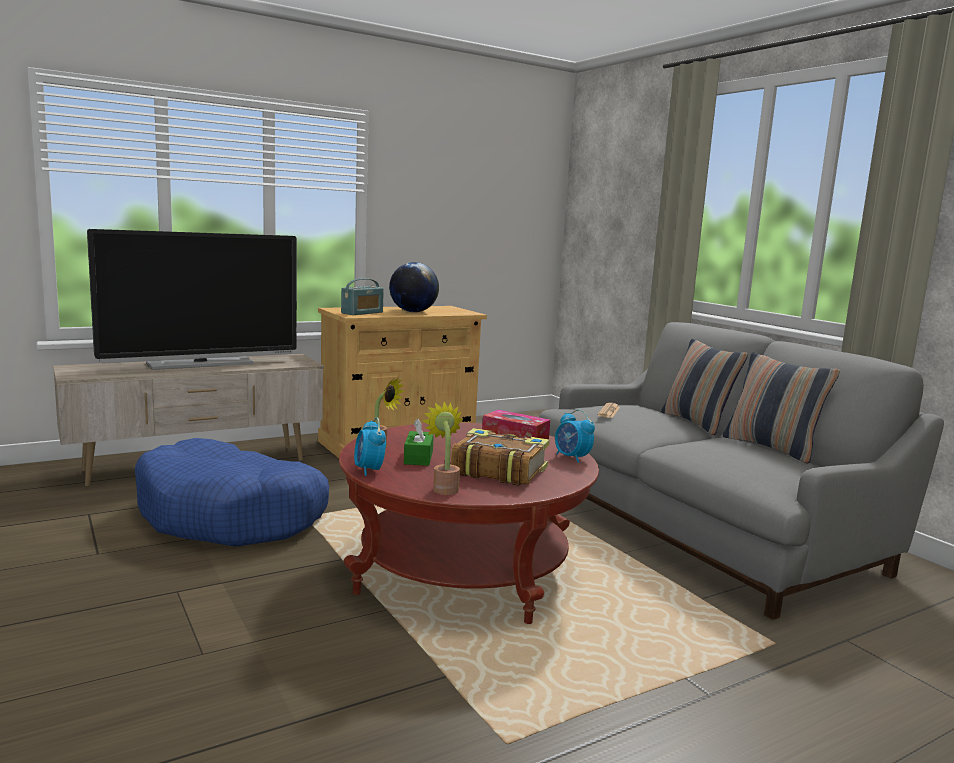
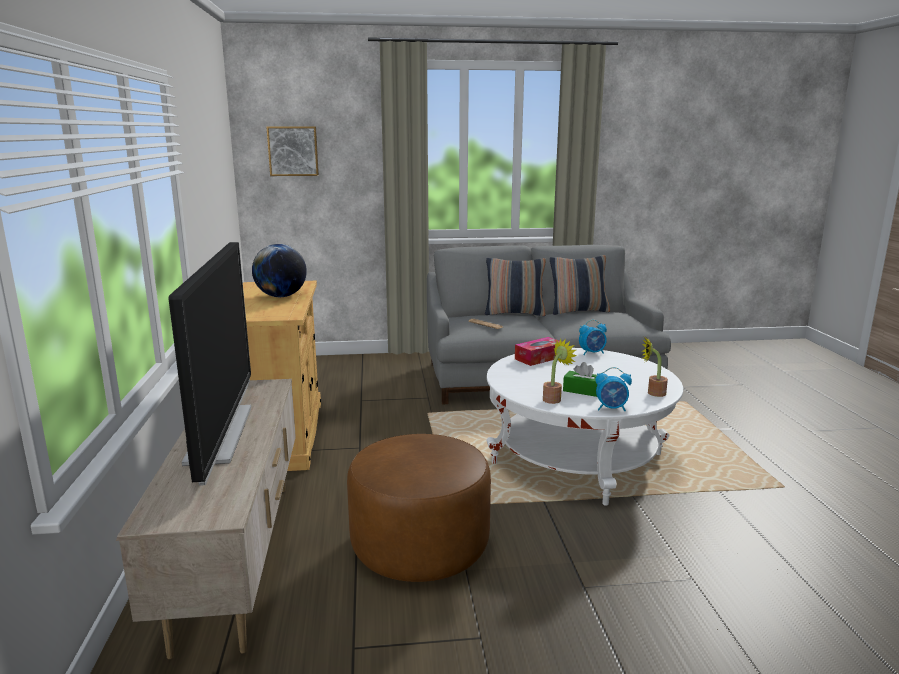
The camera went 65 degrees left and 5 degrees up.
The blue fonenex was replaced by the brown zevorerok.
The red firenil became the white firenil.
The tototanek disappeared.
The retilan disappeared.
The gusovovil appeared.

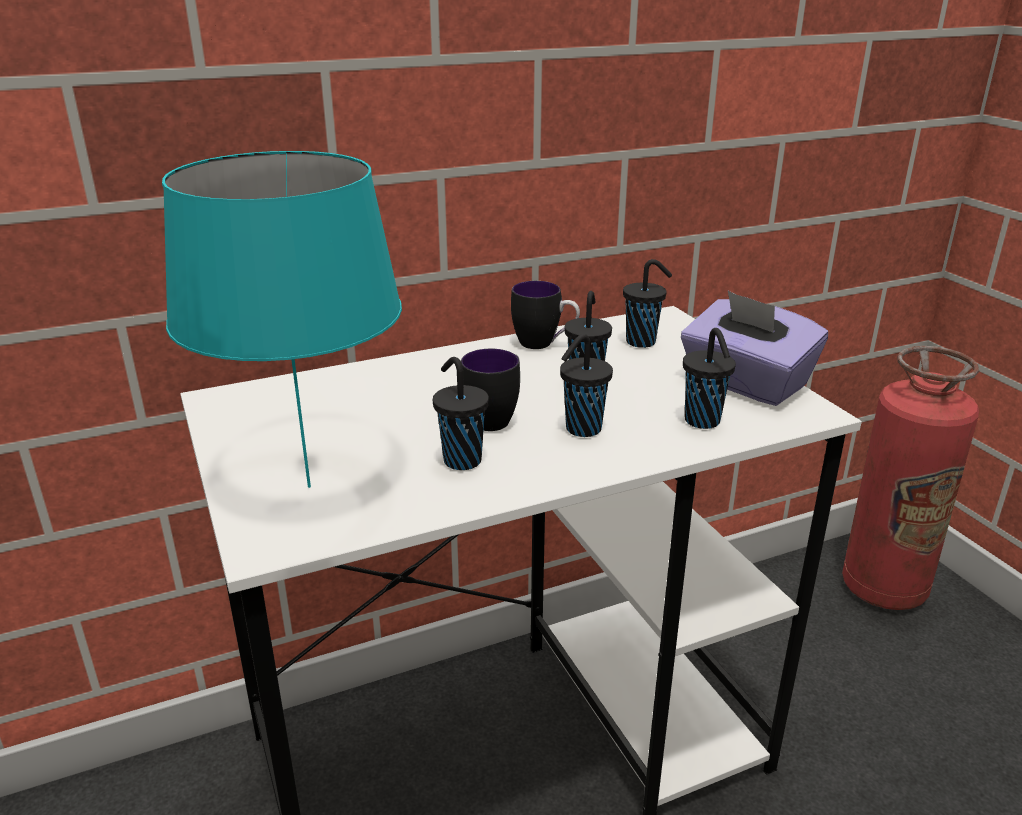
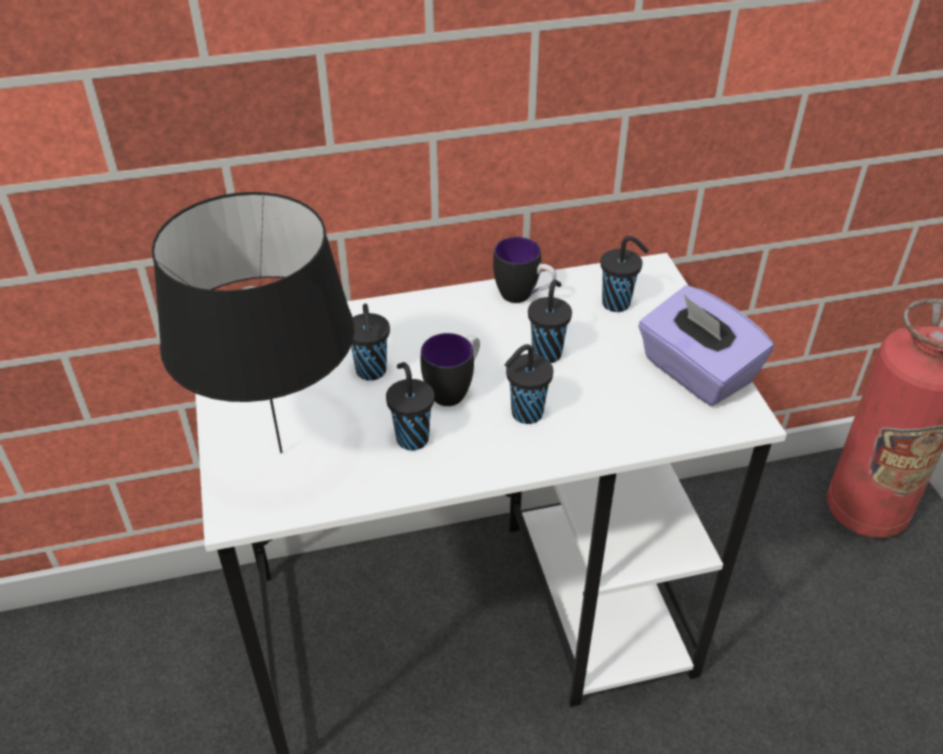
The camera went 10 degrees right and 15 degrees up.
The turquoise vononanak became the black vononanak.
The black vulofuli (5th from left in the first image) moved.

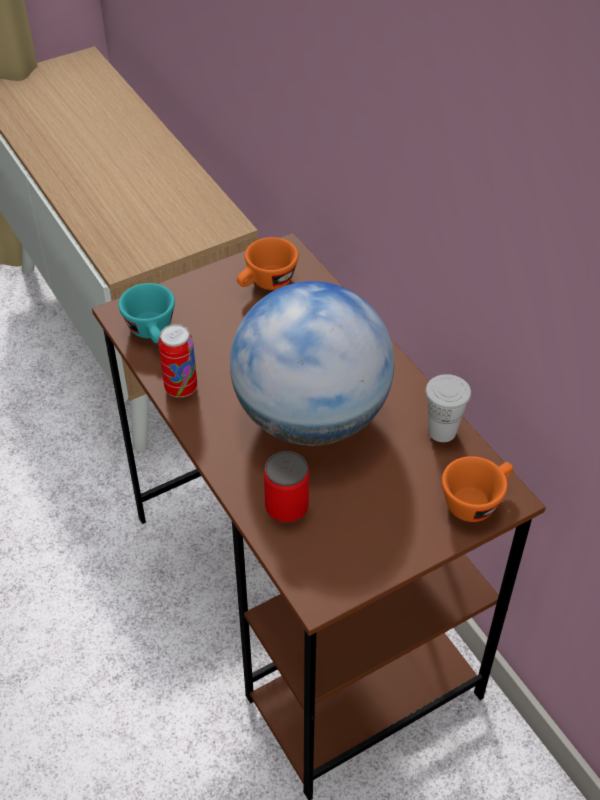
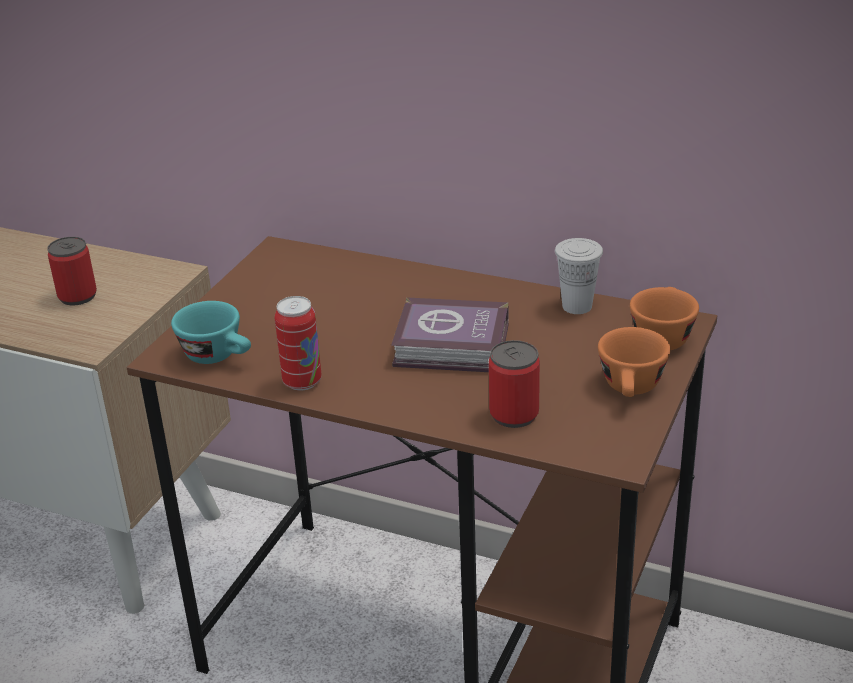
The camera went 35 degrees left and 15 degrees down.
The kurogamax was replaced by the retilan.
The orange vulofuli (1st from left) moved.
The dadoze (1st from left) appeared.

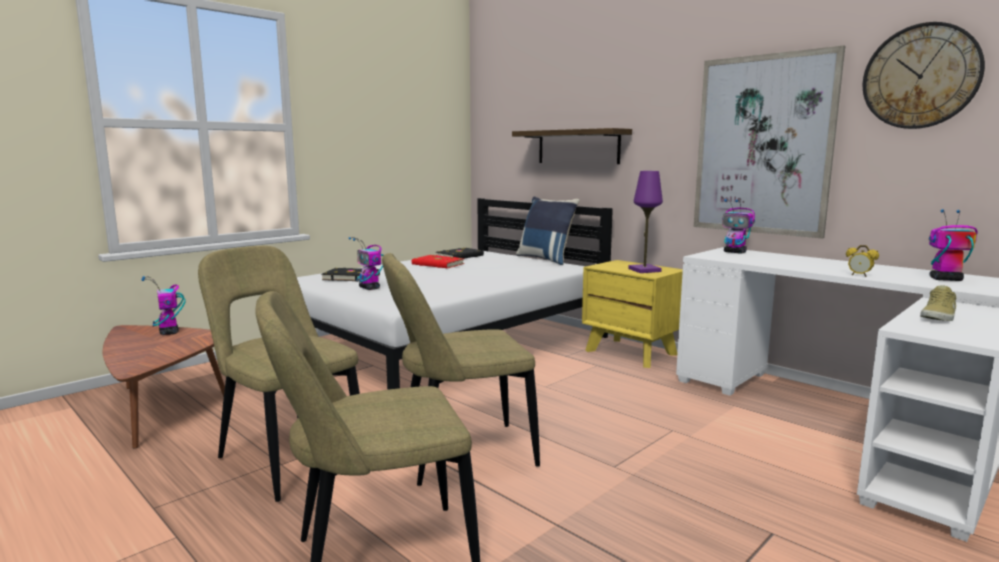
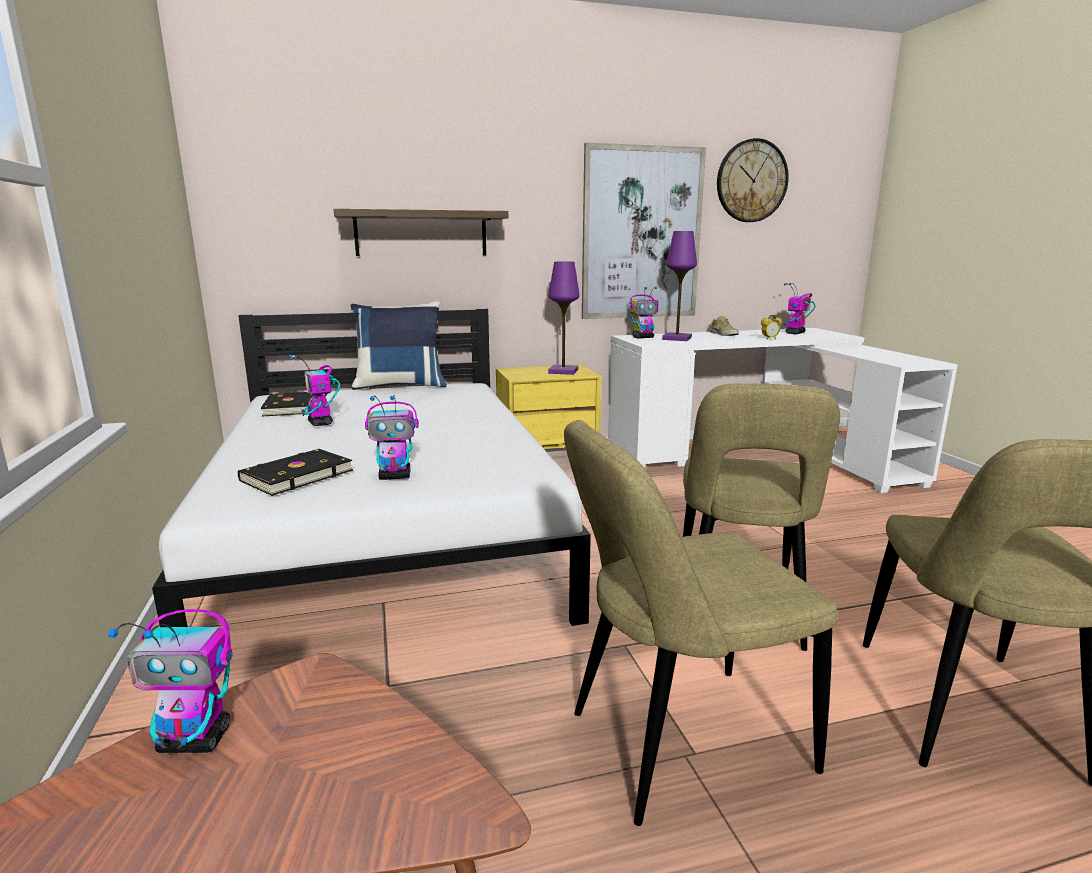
The camera went 60 degrees left and 5 degrees up.
The red retilan was replaced by the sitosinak (2nd from left).
The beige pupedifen moved.
The purple vononanak (2nd from left) appeared.

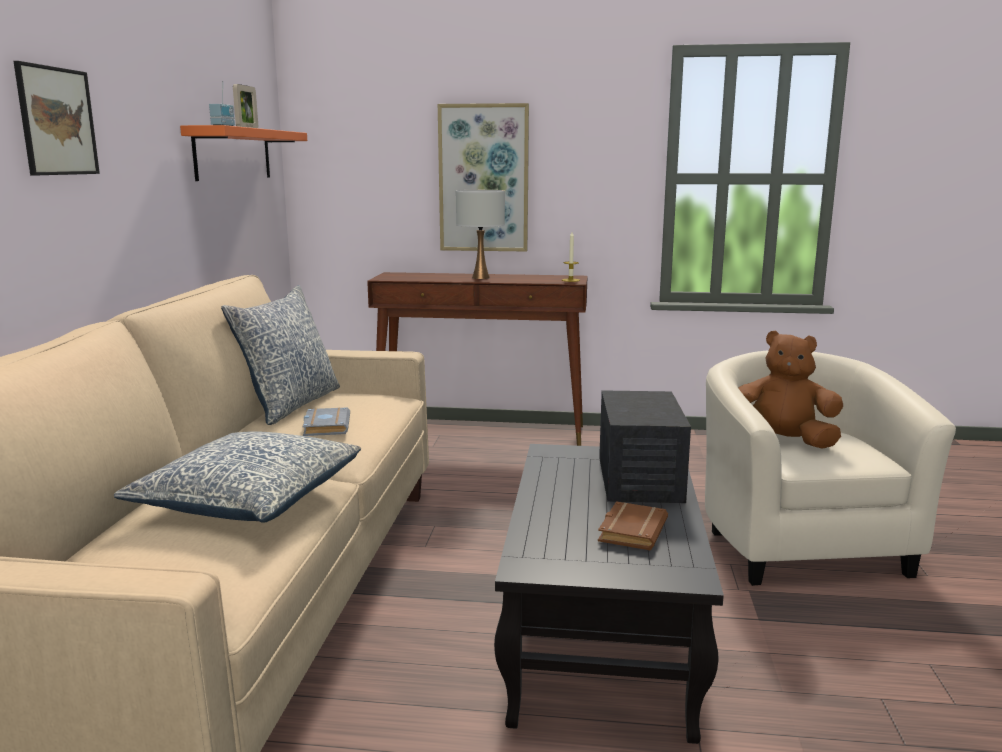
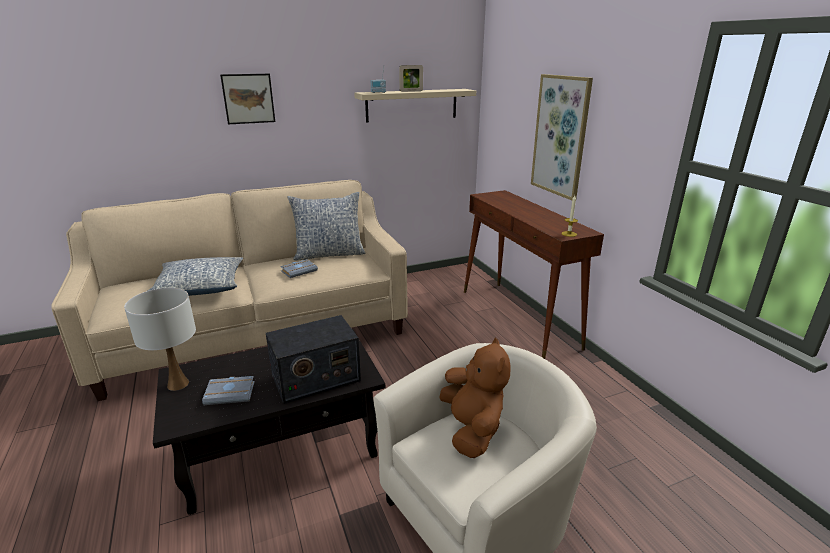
The camera went 60 degrees right and 10 degrees up.
The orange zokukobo became the beige zokukobo.
The white vononanak moved.
The brown retilan became the grey retilan (1st from left).

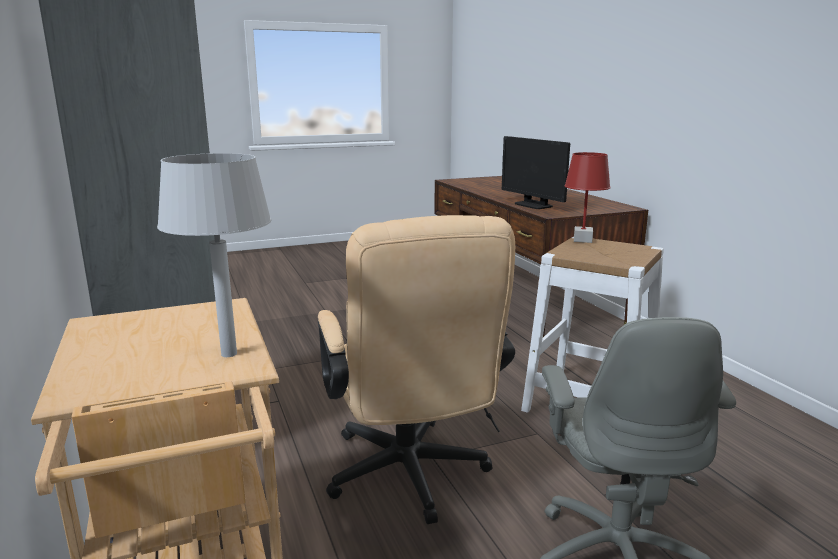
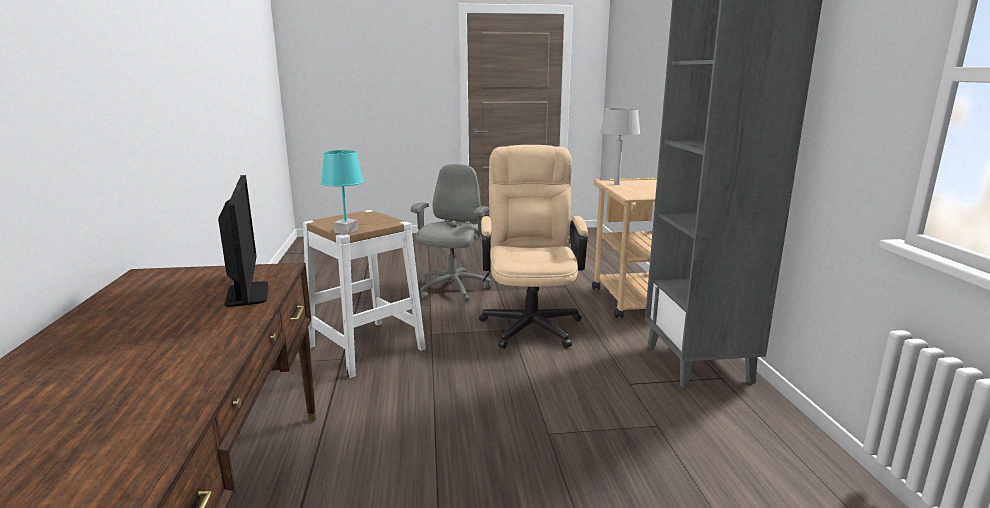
The camera went 165 degrees left and 0 degrees up.
The red vononanak became the turquoise vononanak.

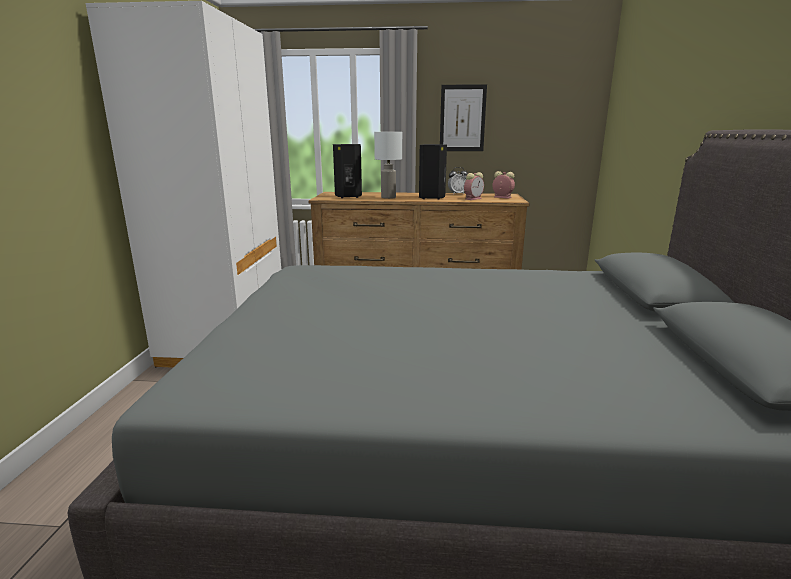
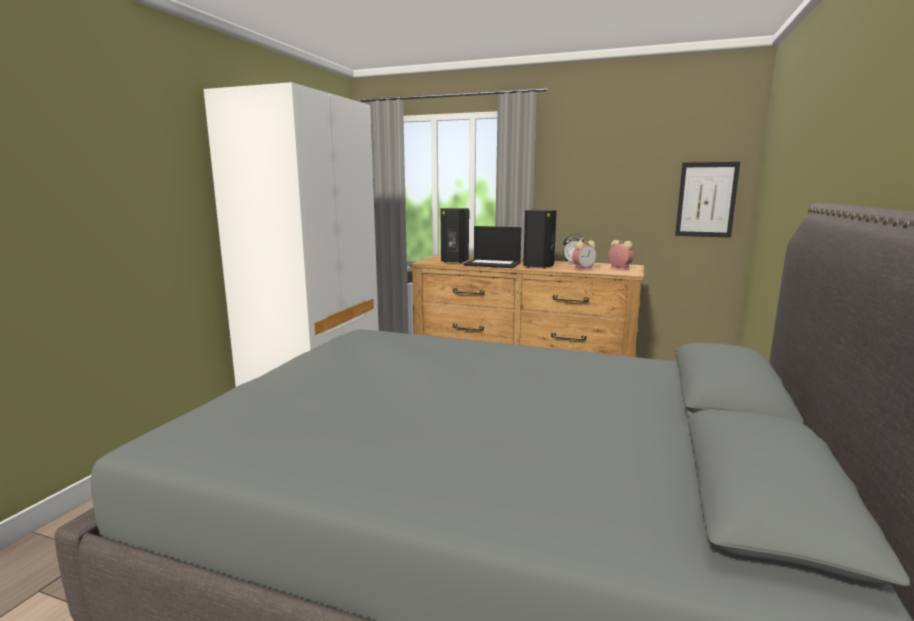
The camera went 15 degrees right and 5 degrees down.
The white vononanak was replaced by the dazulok.
The gusovovil moved.

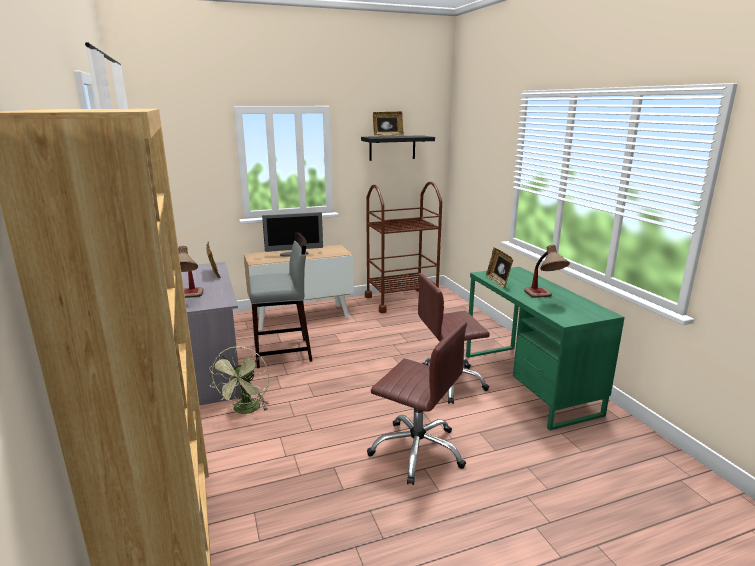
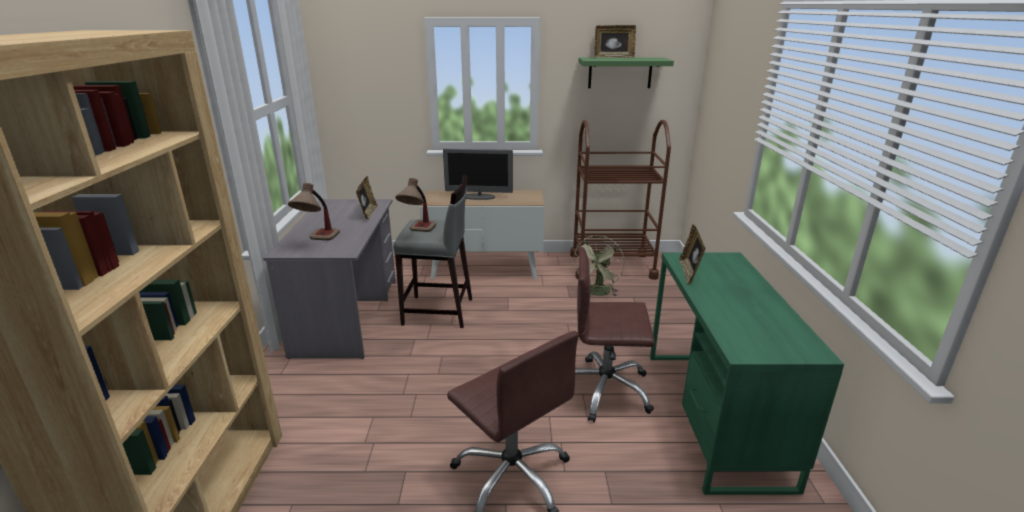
The camera went 20 degrees right and 5 degrees up.
The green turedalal moved.
The black zokukobo became the green zokukobo.
The vononanak (2nd from left) moved.

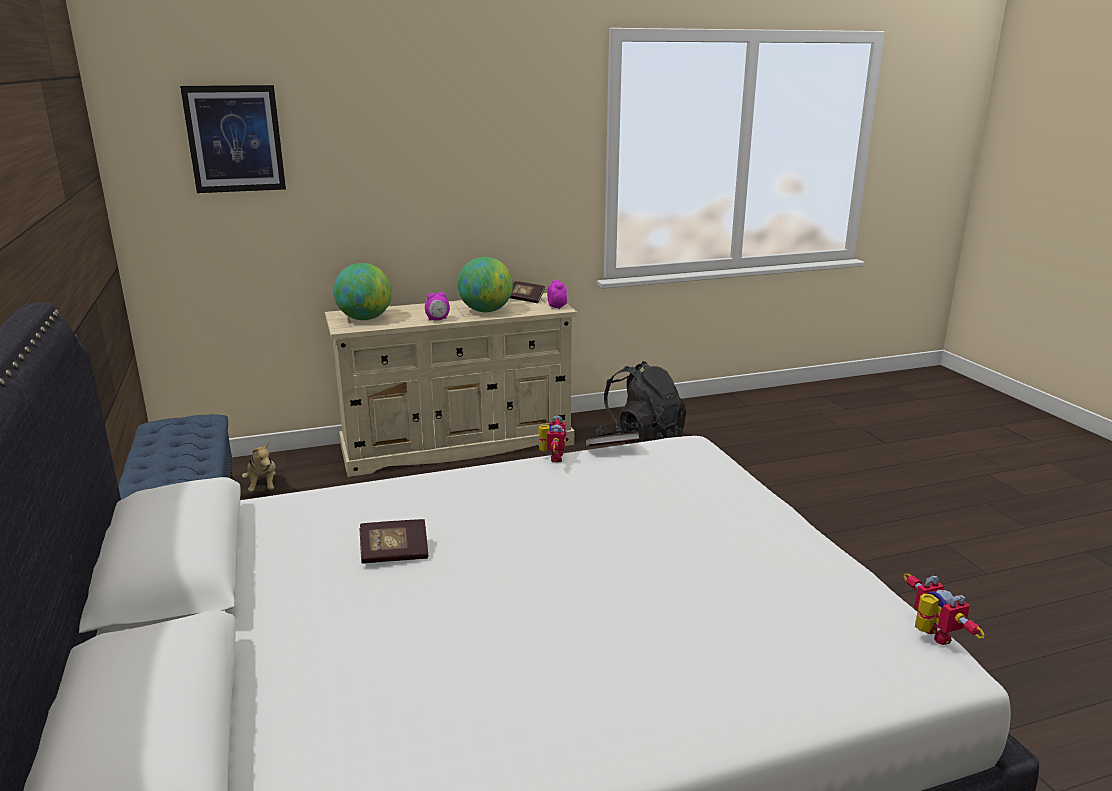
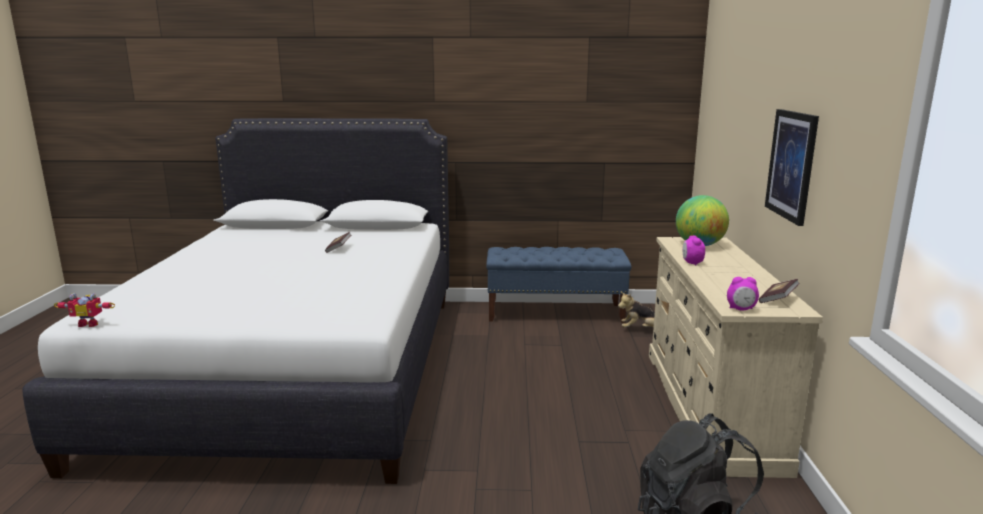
The camera went 110 degrees right and 5 degrees down.
The gusovovil moved.
The kurogamax (2nd from left) disappeared.
The sitosinak (1st from left) disappeared.
The retilan (3rd from left) disappeared.

